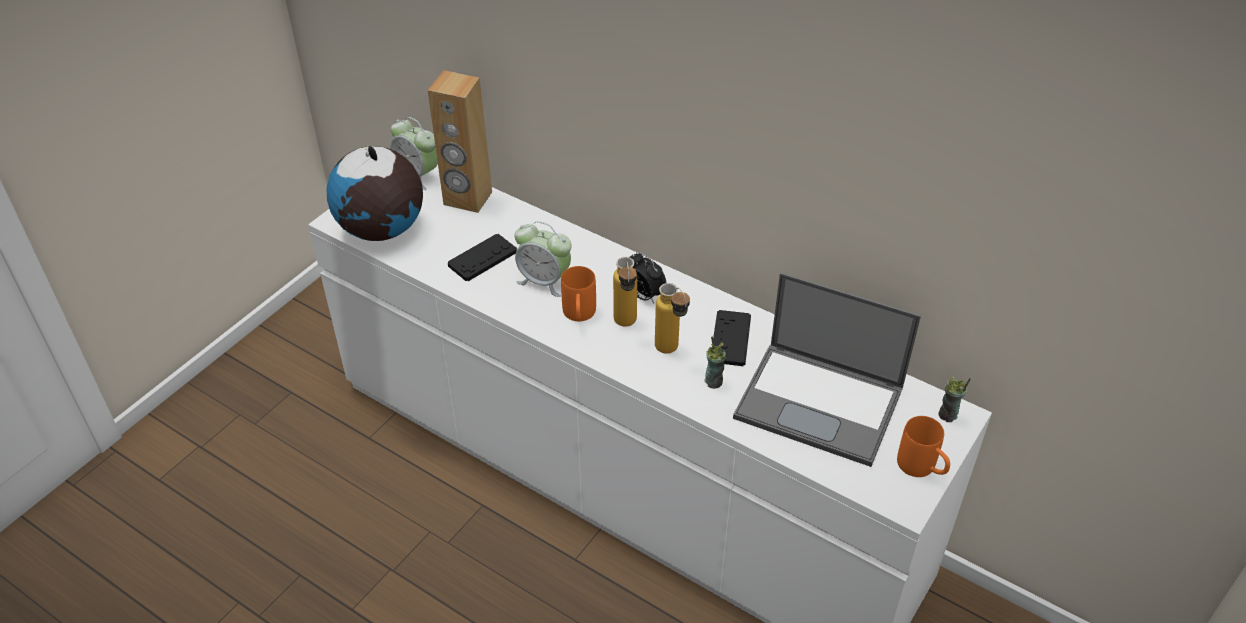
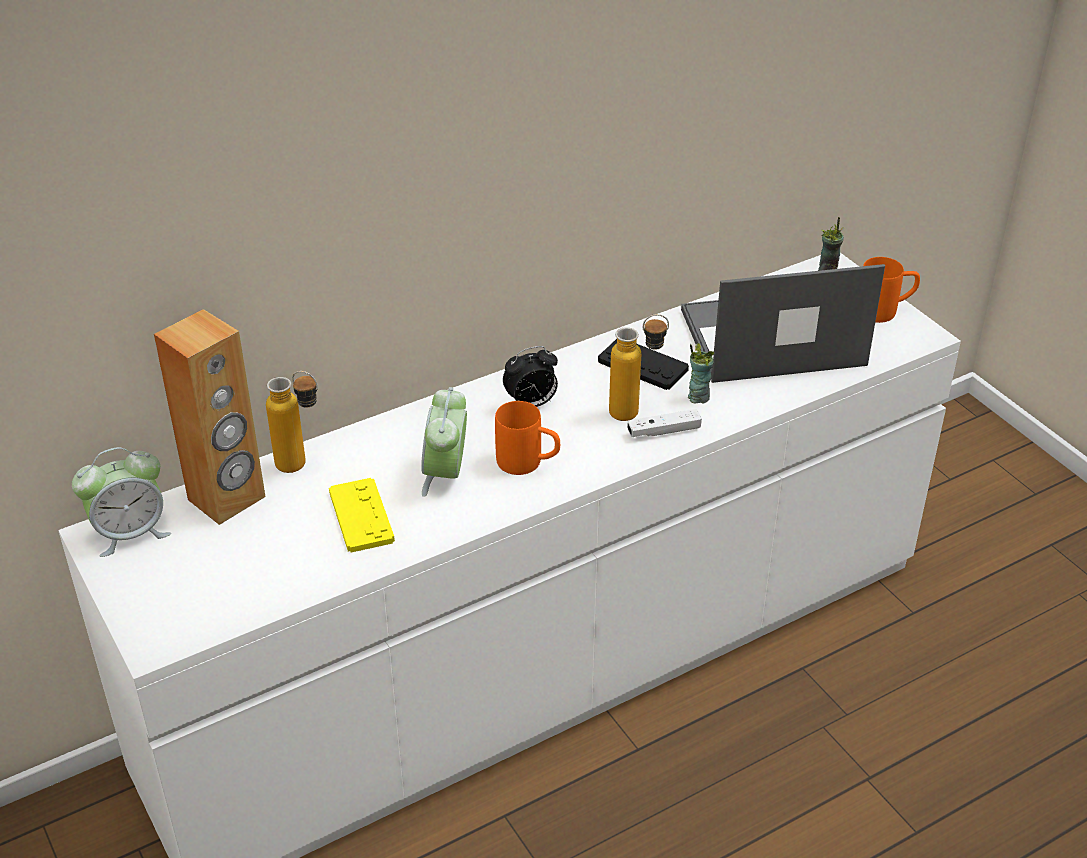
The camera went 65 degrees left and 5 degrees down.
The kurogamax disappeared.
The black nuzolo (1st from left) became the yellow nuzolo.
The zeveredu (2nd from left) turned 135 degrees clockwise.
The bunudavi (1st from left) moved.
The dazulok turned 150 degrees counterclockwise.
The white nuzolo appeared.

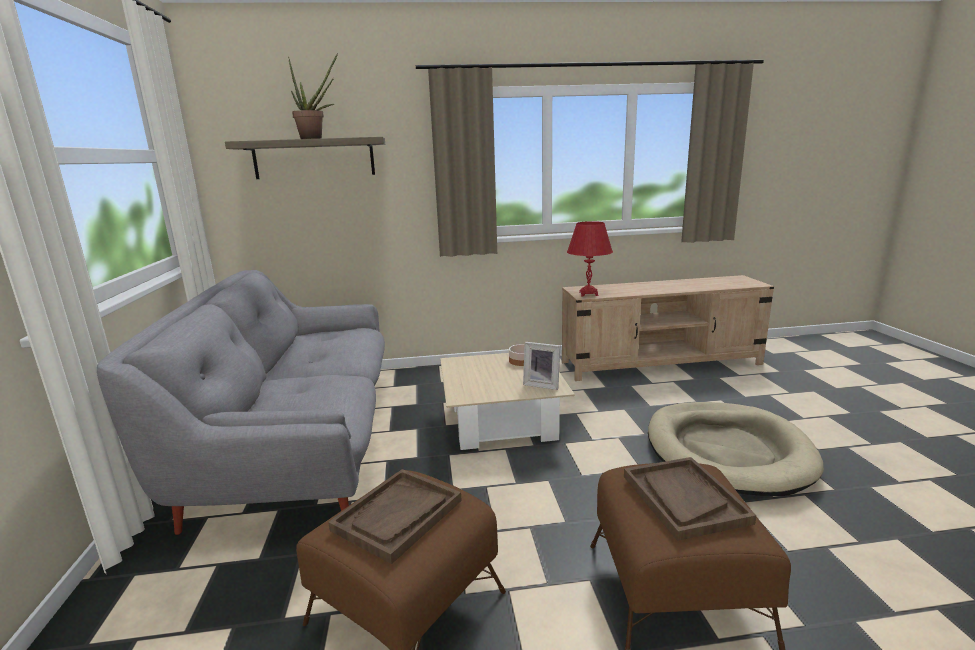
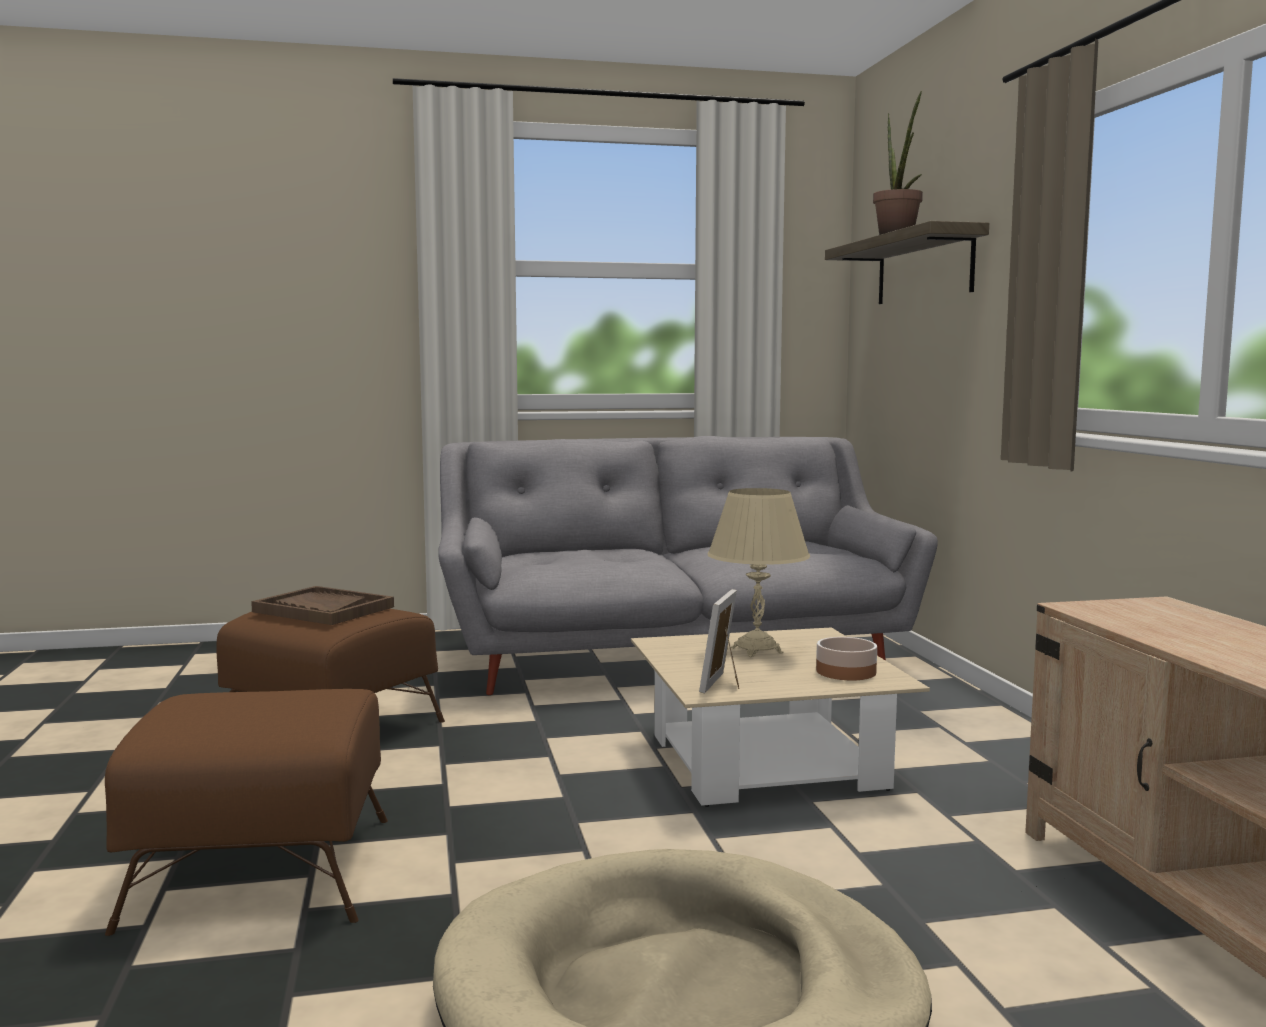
The camera went 85 degrees right and 10 degrees down.
The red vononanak disappeared.
The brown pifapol (2nd from left) disappeared.
The beige vononanak appeared.

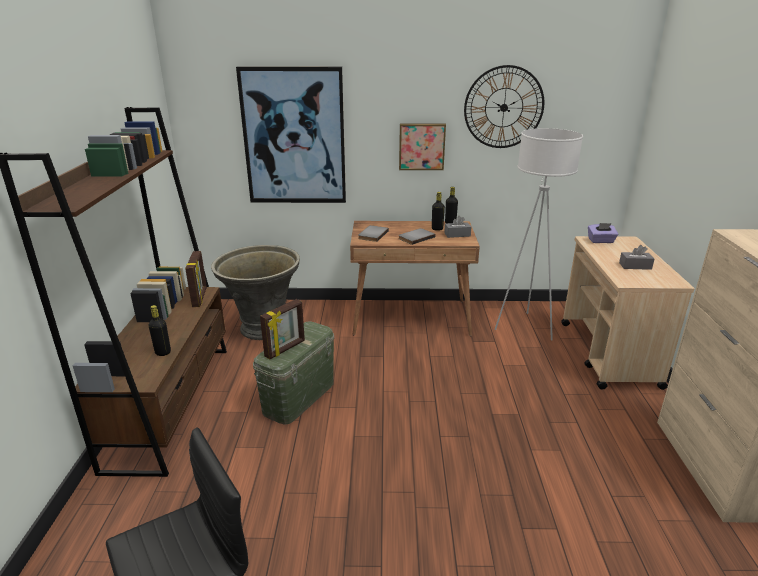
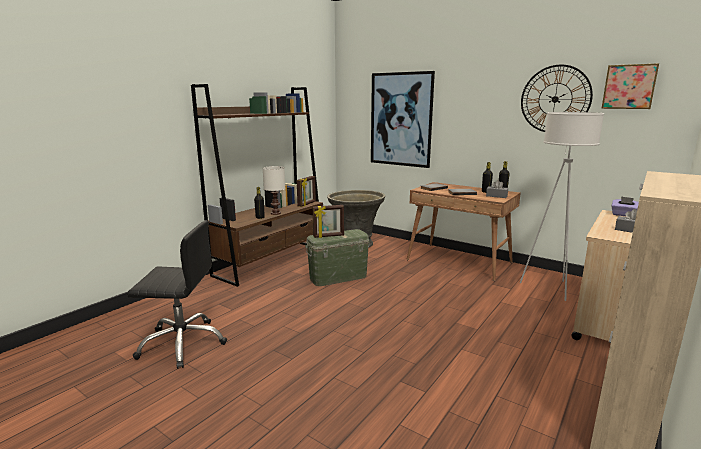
The camera went 35 degrees right and 10 degrees down.
The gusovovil (2nd from left) moved.
The white vononanak appeared.

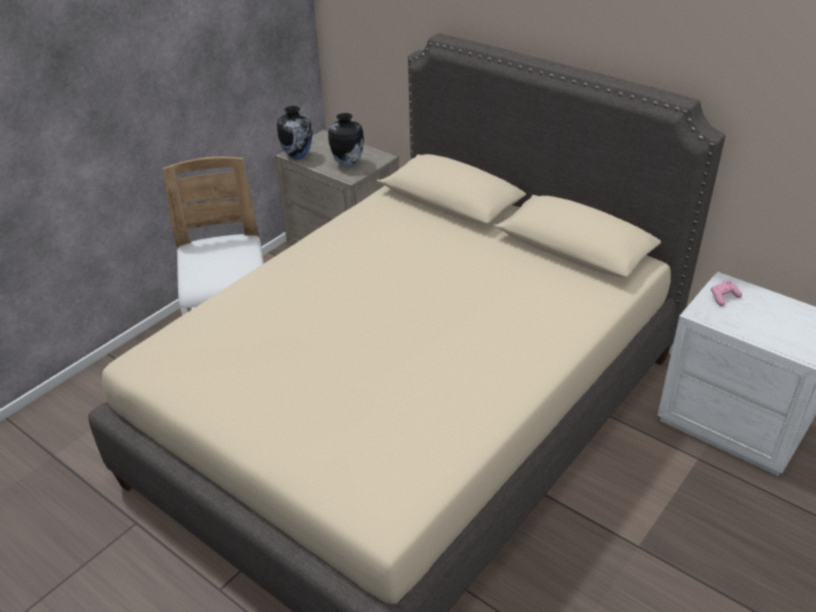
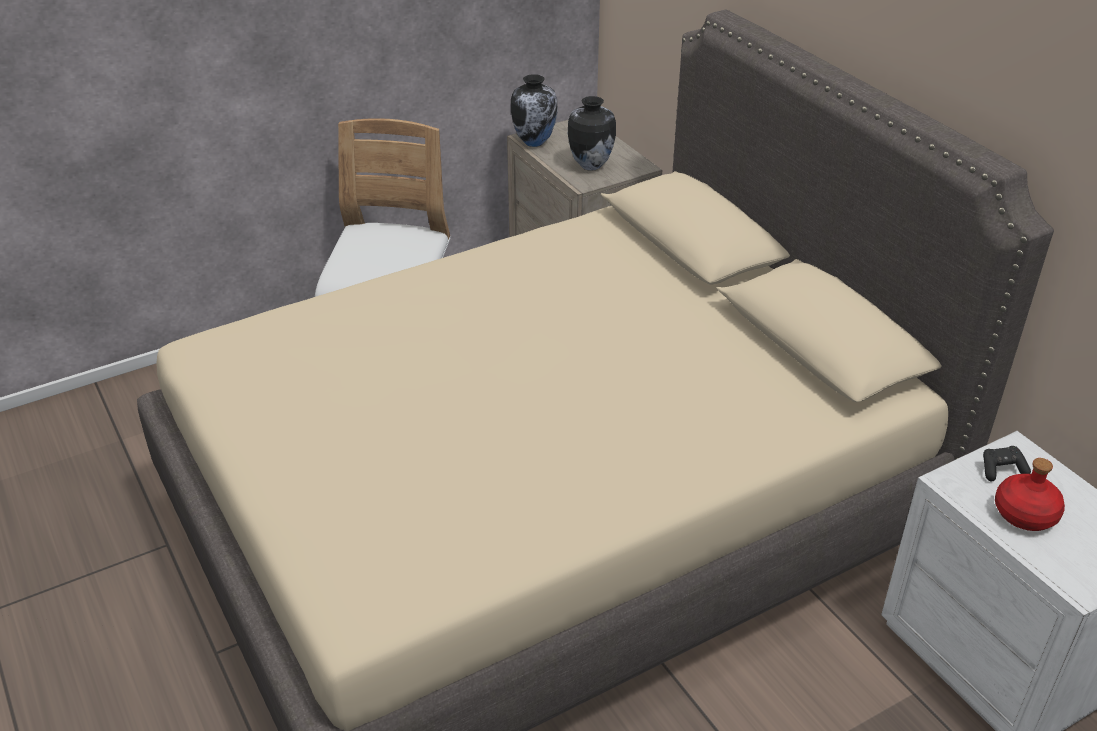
The camera went 20 degrees right and 0 degrees up.
The pink nuzolo became the black nuzolo.
The red bunudavi appeared.

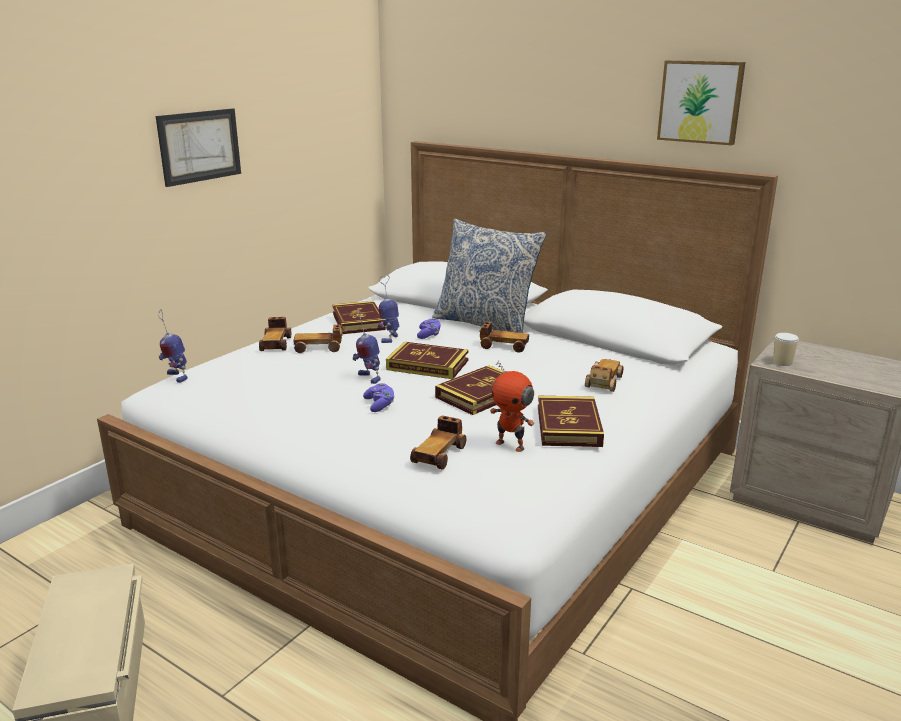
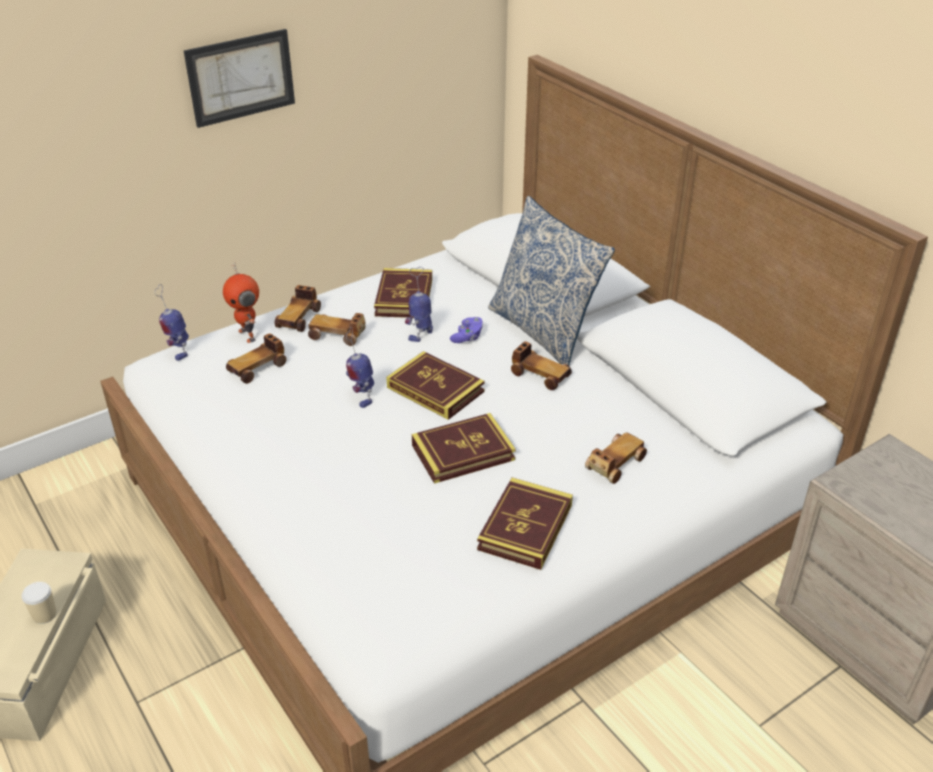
The camera went 20 degrees right and 15 degrees up.
The purple nuzolo (1st from left) disappeared.
The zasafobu (3rd from left in the first image) moved.
The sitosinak (4th from left in the first image) moved.
The gusovovil (2nd from left) disappeared.
The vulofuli moved.

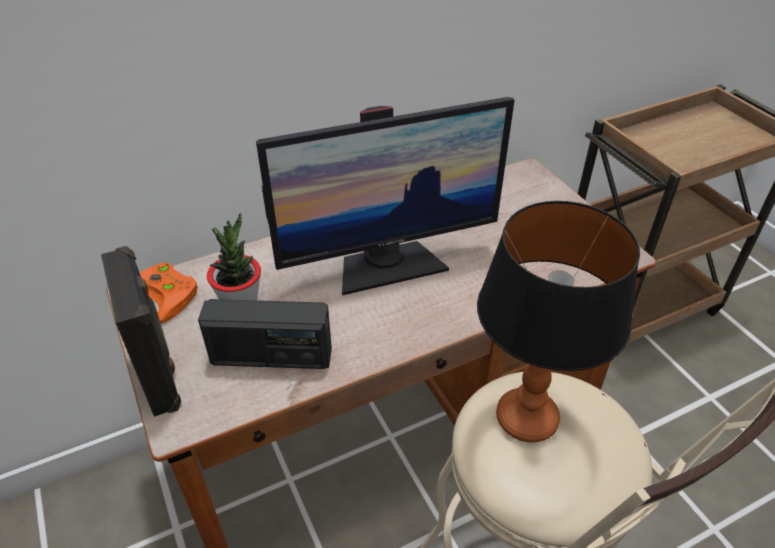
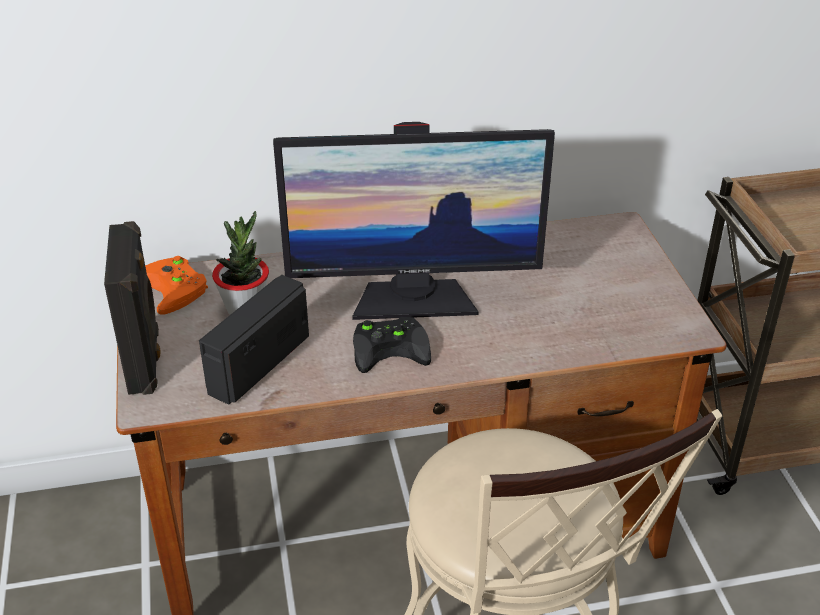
The camera went 15 degrees right and 5 degrees down.
The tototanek turned 105 degrees clockwise.
The vononanak disappeared.
The black nuzolo appeared.

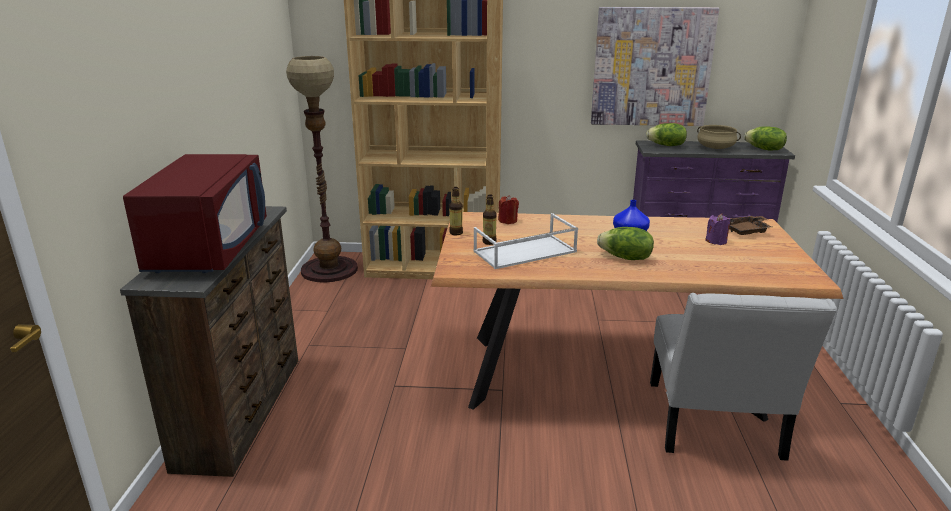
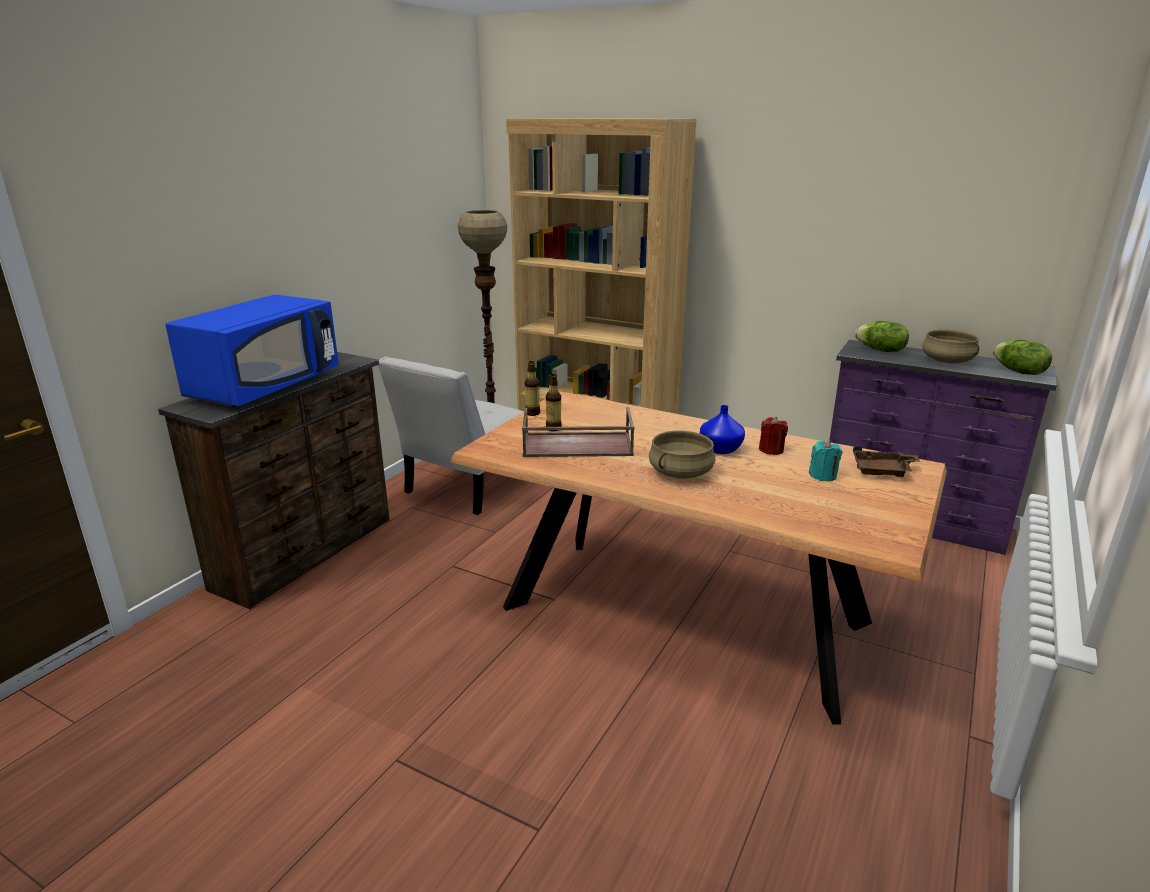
The camera went 25 degrees right and 0 degrees up.
The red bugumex became the blue bugumex.
The white pifapol became the brown pifapol (1st from left).
The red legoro moved.
The gusovovil disappeared.
The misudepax (1st from left) was replaced by the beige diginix (1st from left).
The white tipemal moved.
The purple legoro became the turquoise legoro.

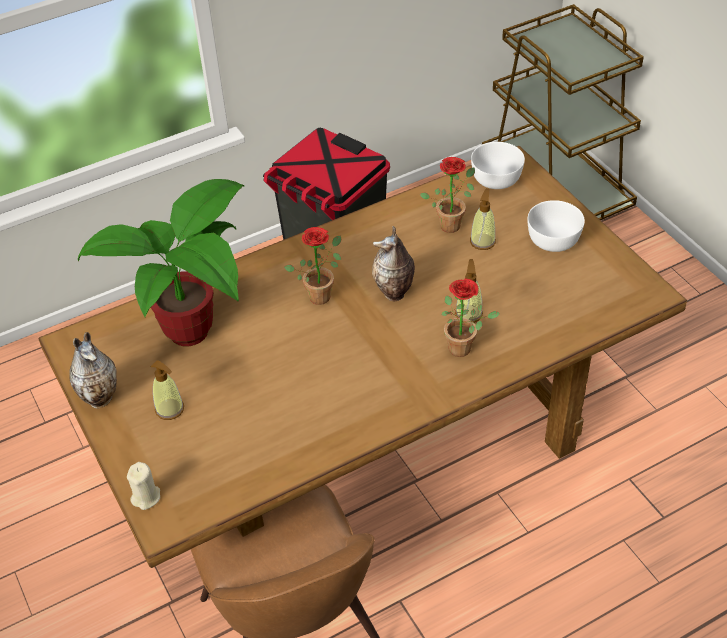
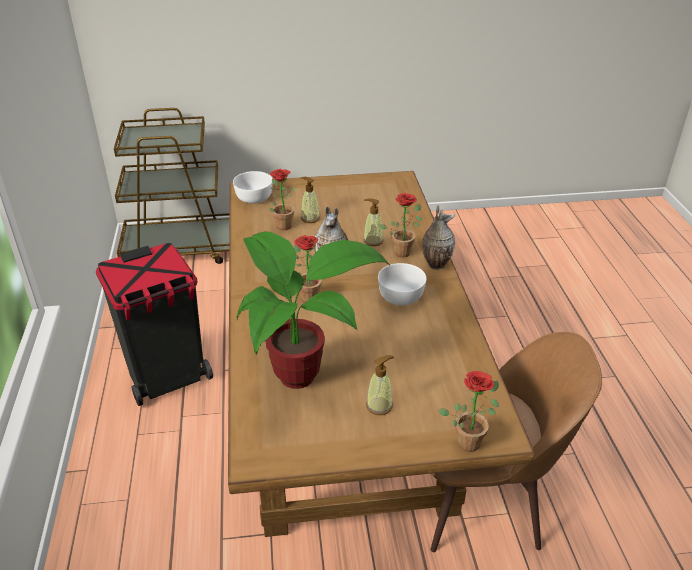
The camera went 70 degrees left and 10 degrees down.
The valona (1st from left in the first image) moved.
The beige legoro was replaced by the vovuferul (5th from left).
The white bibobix (2nd from left) moved.

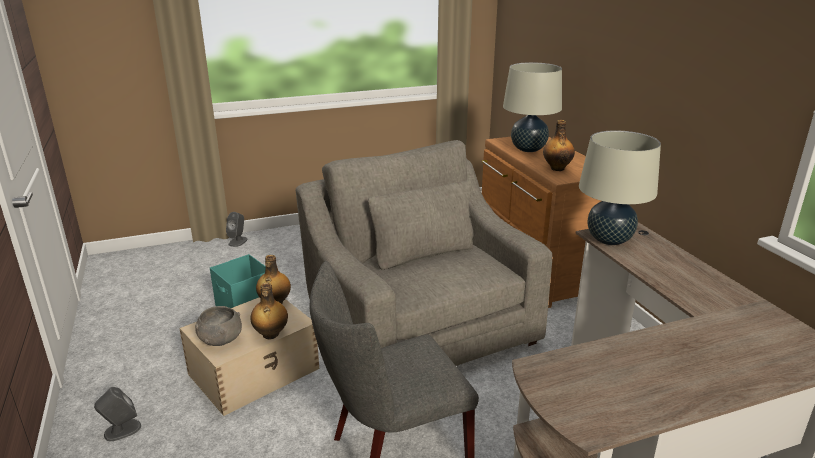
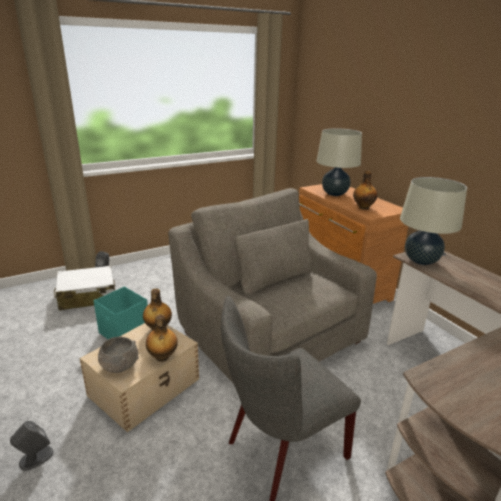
The camera went 10 degrees left and 0 degrees up.
The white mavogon appeared.

